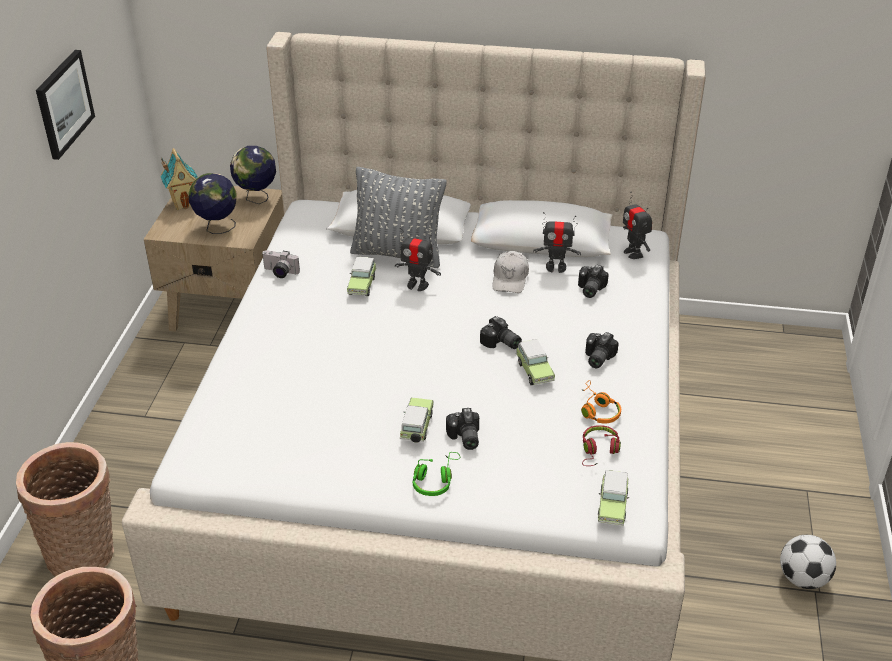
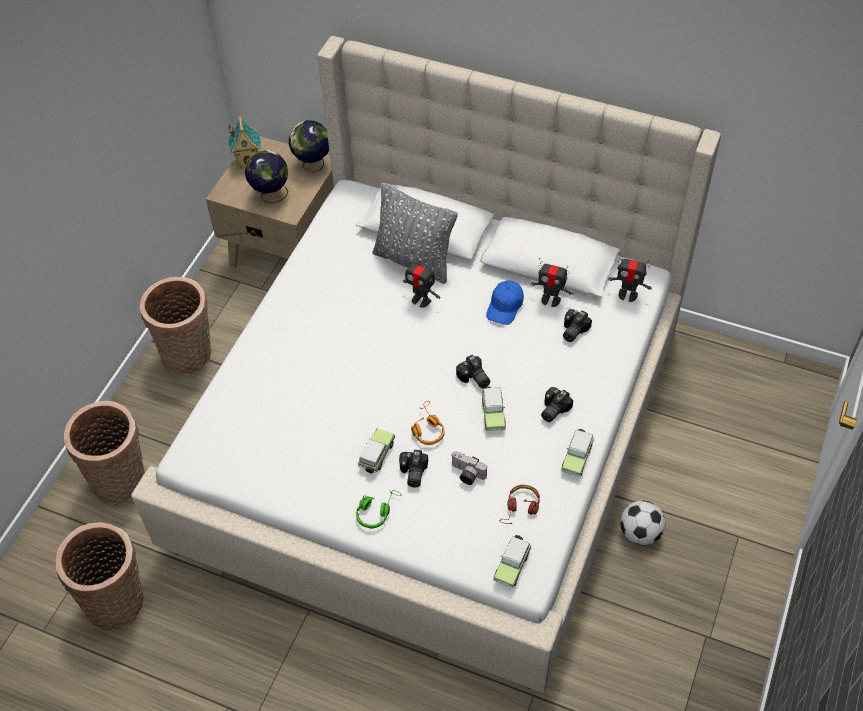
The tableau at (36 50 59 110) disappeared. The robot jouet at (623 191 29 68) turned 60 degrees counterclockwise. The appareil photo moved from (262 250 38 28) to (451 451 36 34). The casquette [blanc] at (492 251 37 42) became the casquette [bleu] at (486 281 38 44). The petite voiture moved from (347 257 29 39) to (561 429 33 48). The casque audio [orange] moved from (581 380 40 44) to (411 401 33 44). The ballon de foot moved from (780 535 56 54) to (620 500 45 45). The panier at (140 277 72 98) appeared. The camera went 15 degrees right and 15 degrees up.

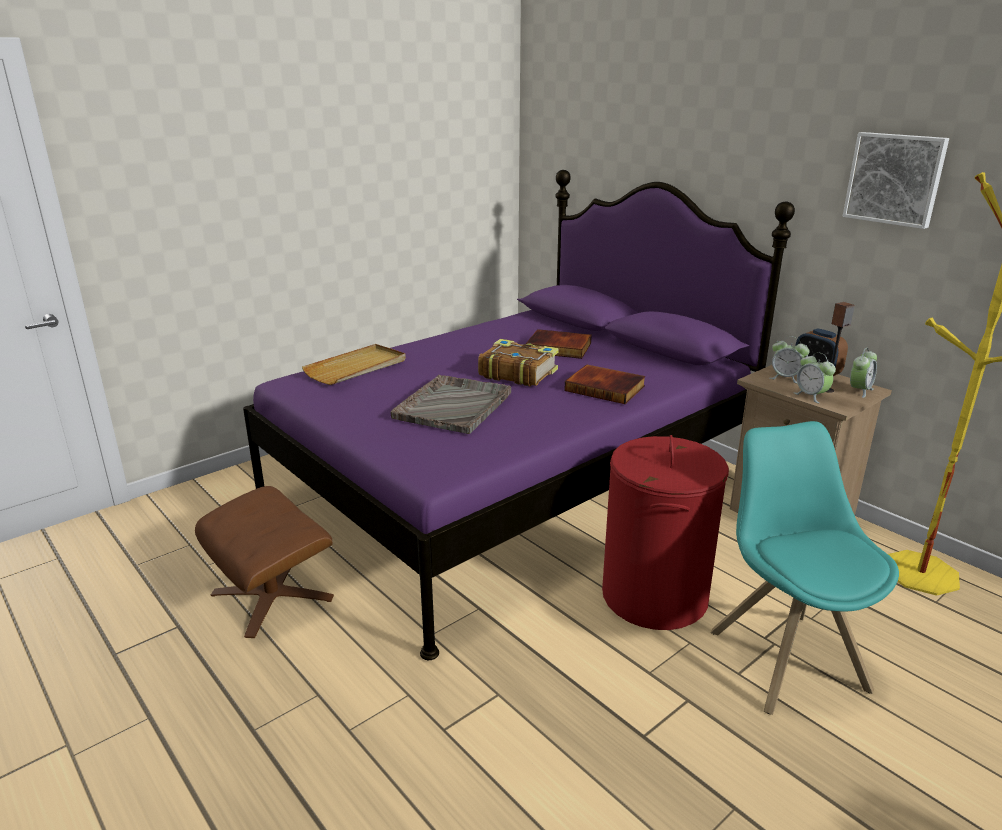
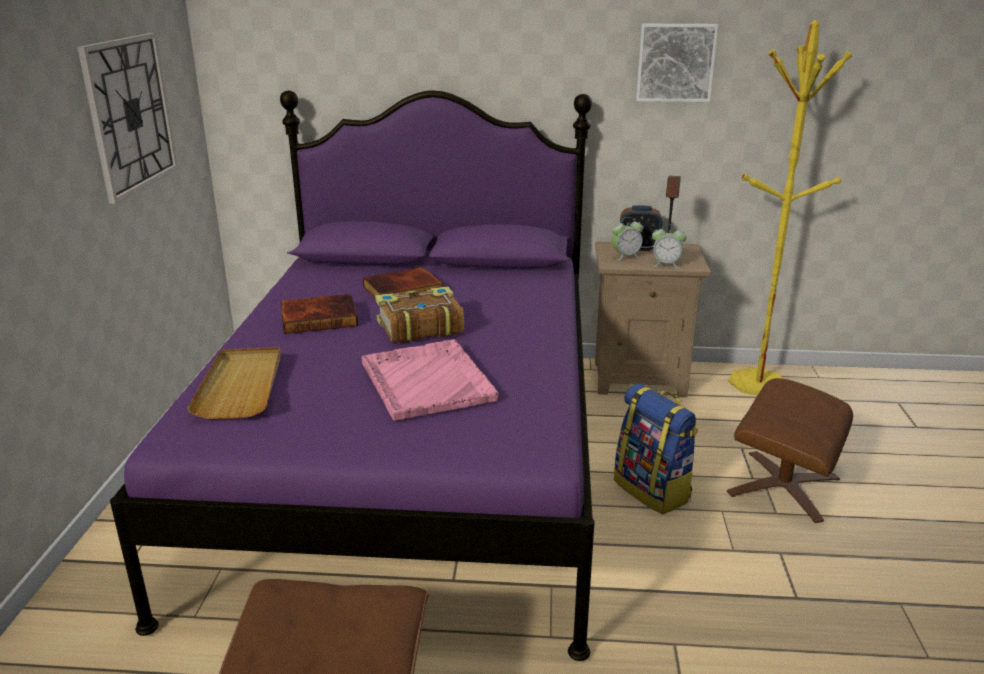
The réveil at (850 348 27 50) disappeared. The livre moved from (564 364 82 40) to (281 294 77 40). The plateau [gris] at (391 375 120 59) became the plateau [rose] at (361 339 138 82). The chaise [turquoise] at (710 421 189 294) was replaced by the pouf [marron] at (727 378 126 145). The panier à linge [rouge] at (602 435 127 195) was replaced by the sac à dos at (614 384 84 131). The horloge murale at (77 33 101 171) appeared. The camera went 45 degrees left and 0 degrees up.

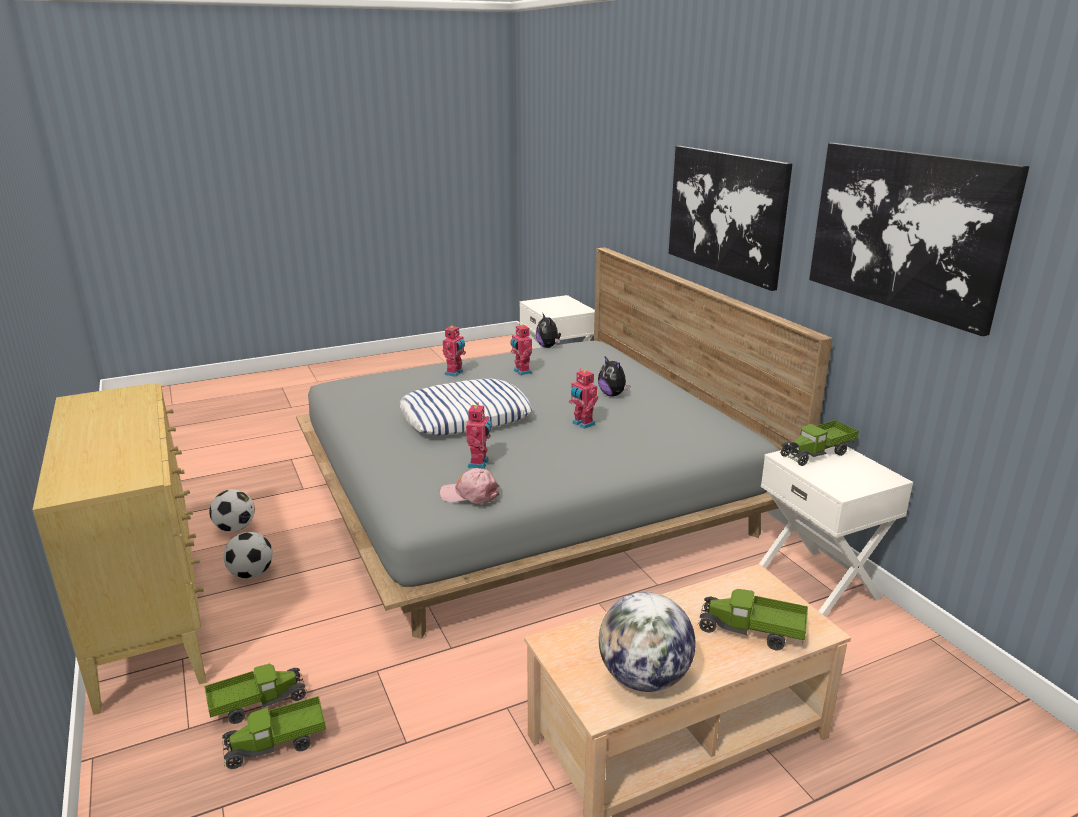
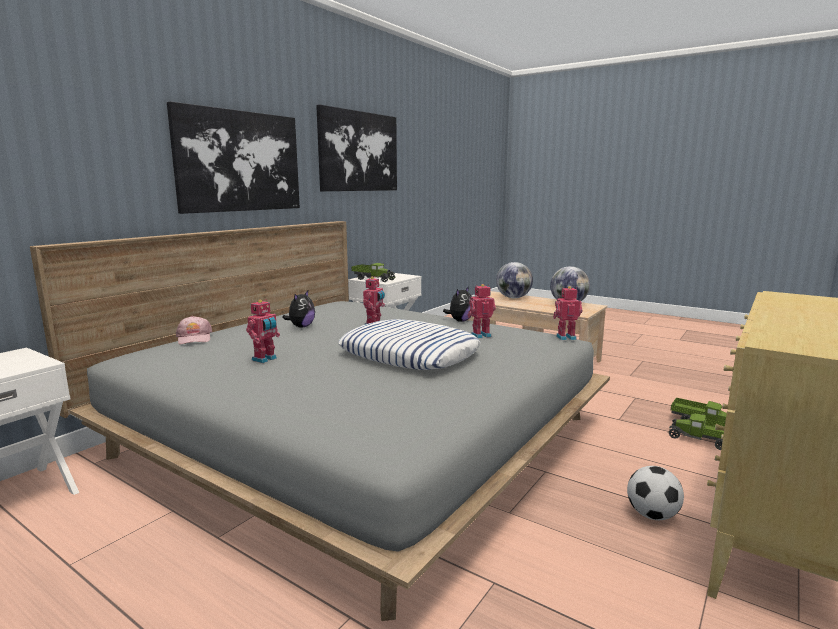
The peluche moved from (536 314 25 34) to (443 286 29 36). The robot jouet moved from (443 326 23 51) to (553 286 30 54). The casquette [rose] moved from (440 468 60 36) to (176 316 36 28). The ballon de foot at (209 490 46 42) disappeared. The camion jouet at (698 589 110 61) was replaced by the globe at (496 262 37 36). The camera went 120 degrees left and 10 degrees down.

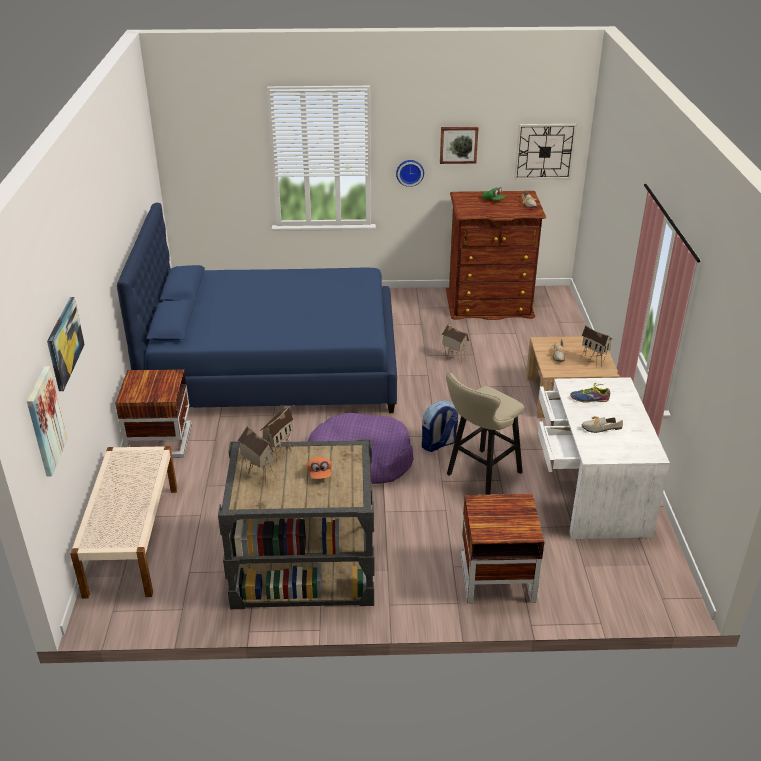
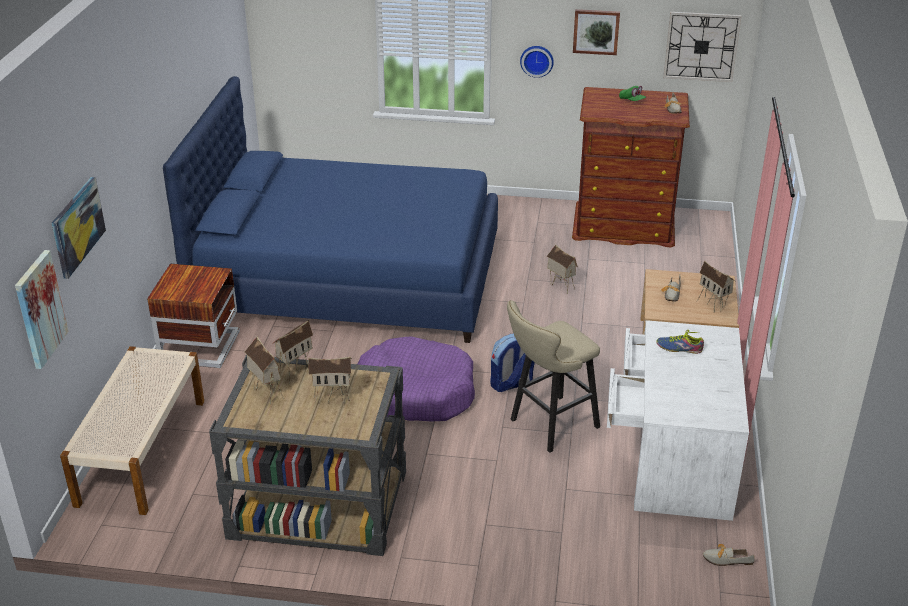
The chaussure moved from (581 416 42 17) to (703 544 52 22). The casquette [orange] at (306 457 26 22) was replaced by the maison miniature at (308 357 44 50). The table de chevet at (460 494 84 110) disappeared. The camera went 10 degrees right and 0 degrees up.

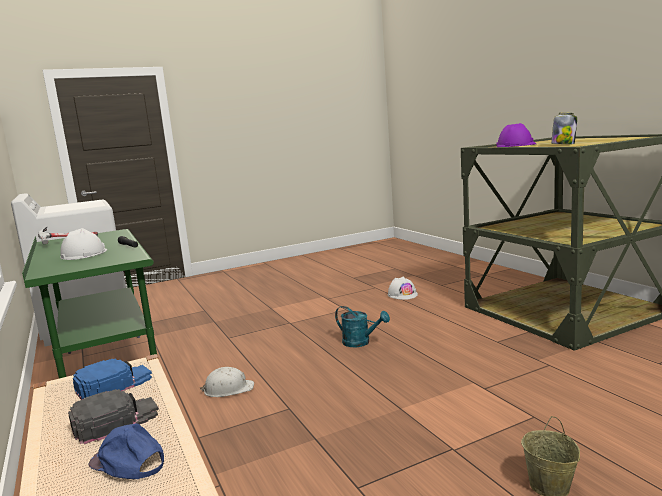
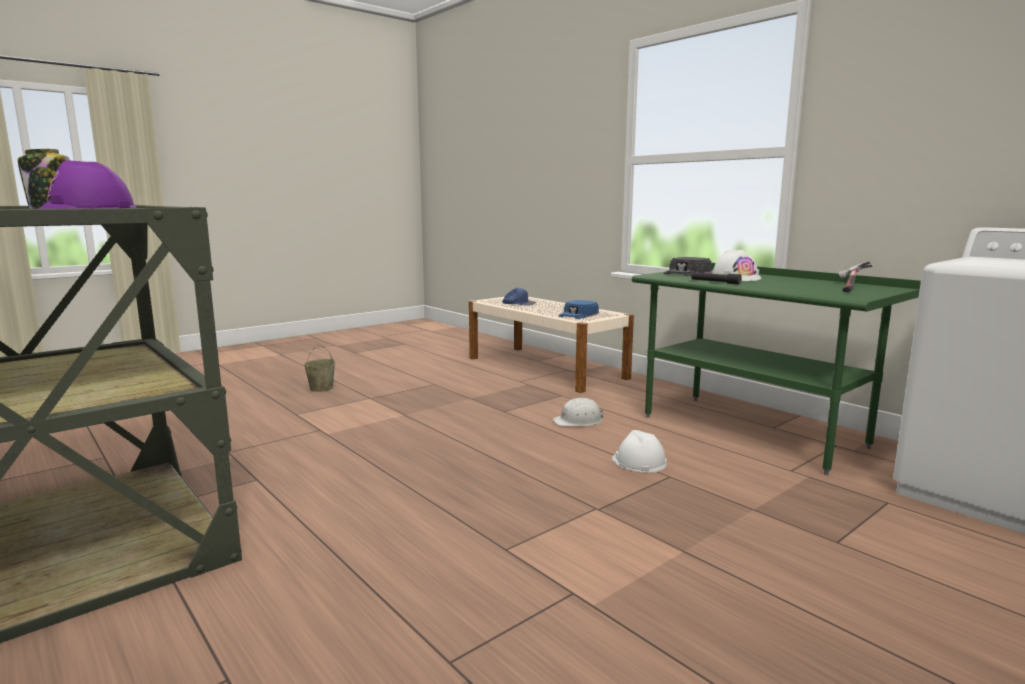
The casque de chantier [blanc] moved from (388 276 30 24) to (612 430 55 43). The arrosoir [turquoise] at (335 306 55 41) disappeared. The casquette [noir] moved from (68 389 91 55) to (664 257 48 19). The camera went 165 degrees right and 0 degrees up.

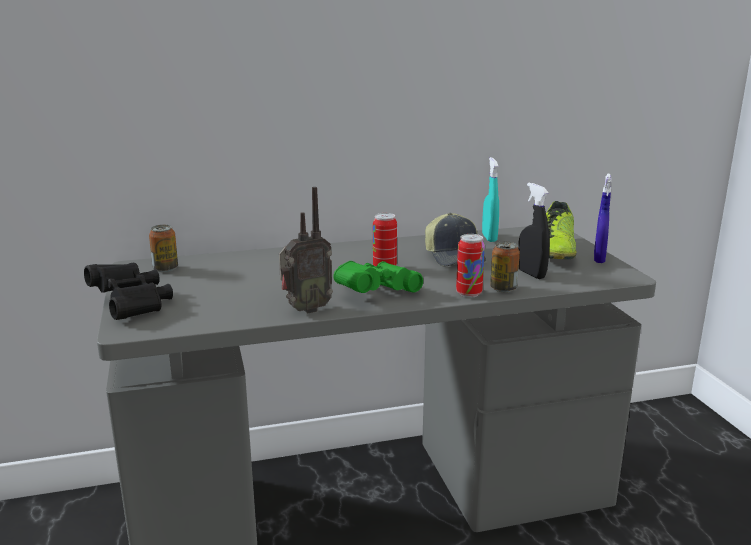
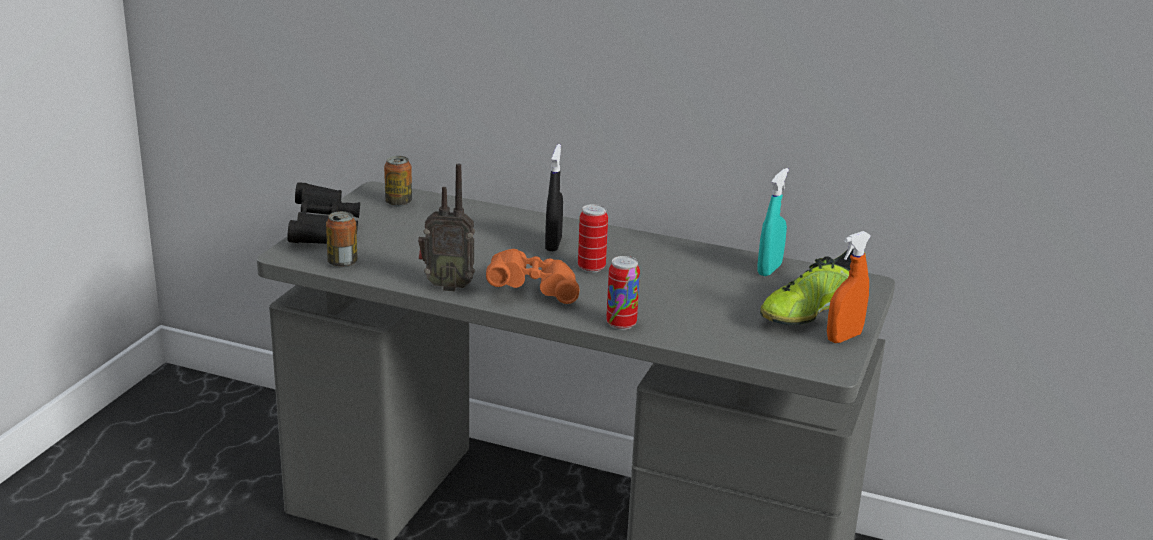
The vaporisateur [bleu] at (594 174 18 89) became the vaporisateur [orange] at (827 231 44 112). The vaporisateur [noir] moved from (518 183 32 96) to (545 144 18 108). The casquette at (425 213 61 53) disappeared. The boîte métallique moved from (490 241 30 51) to (326 211 31 57). The jumelles [vert] at (333 261 90 32) became the jumelles [orange] at (486 249 93 55). The camera went 35 degrees right and 5 degrees up.

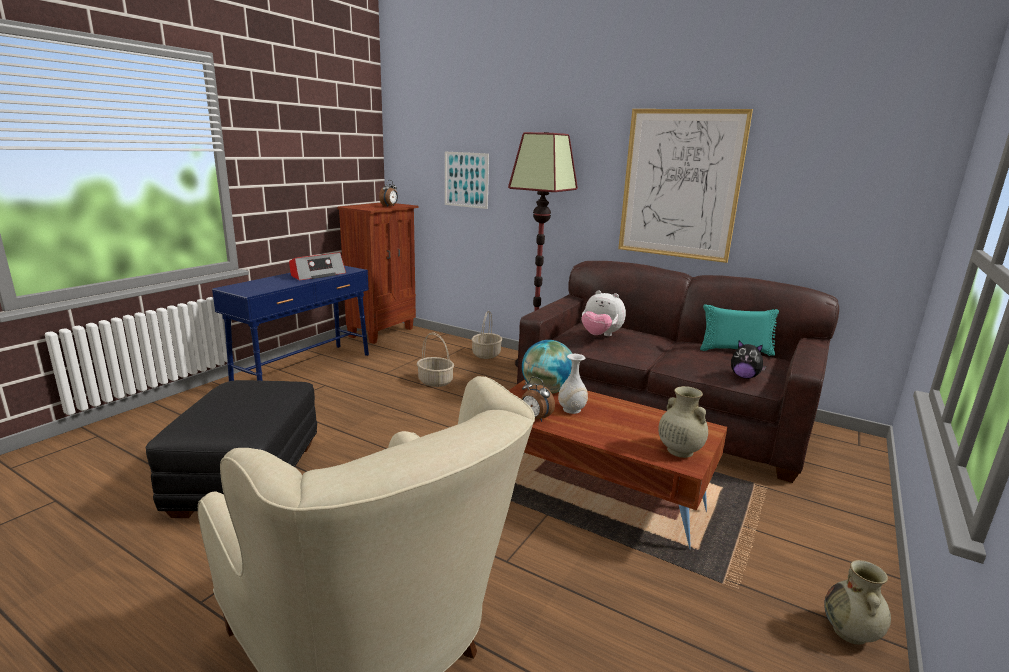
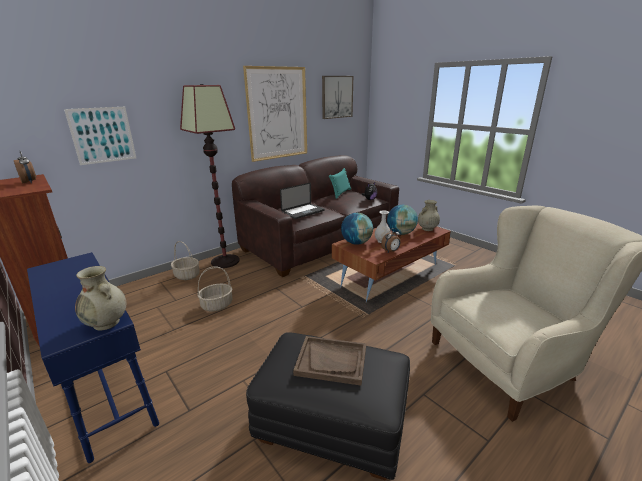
The radio at (289 252 57 28) disappeared. The peluche at (582 290 44 46) was replaced by the ordinateur portable at (280 183 45 36). The vase [beige] moved from (824 560 67 85) to (75 266 51 65). The tableau at (322 76 31 43) appeared. The globe at (387 205 31 30) appeared. The plateau [marron] at (293 336 73 50) appeared. The camera went 70 degrees left and 5 degrees up.

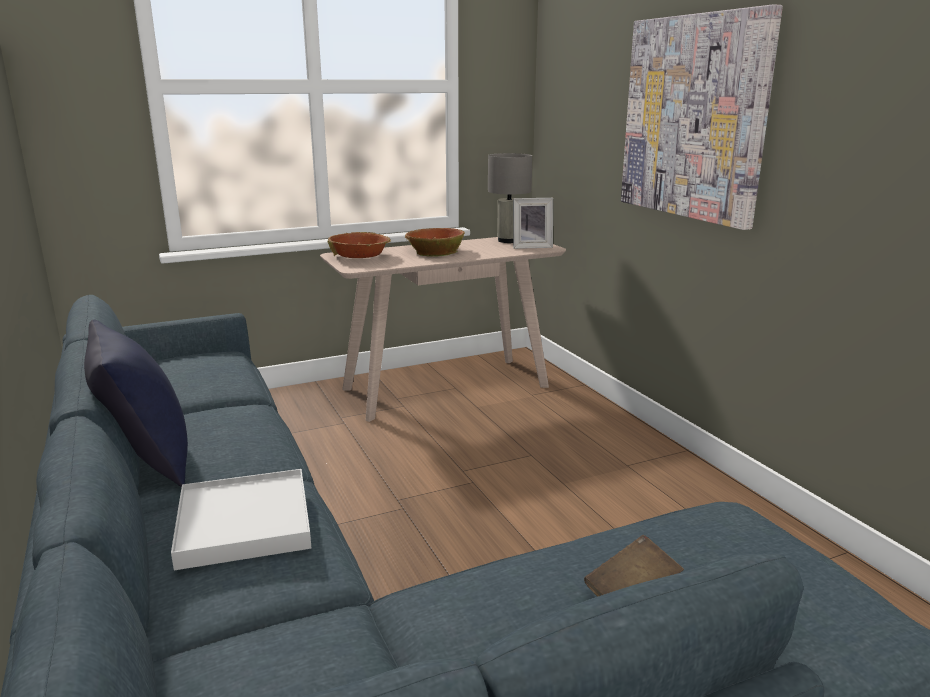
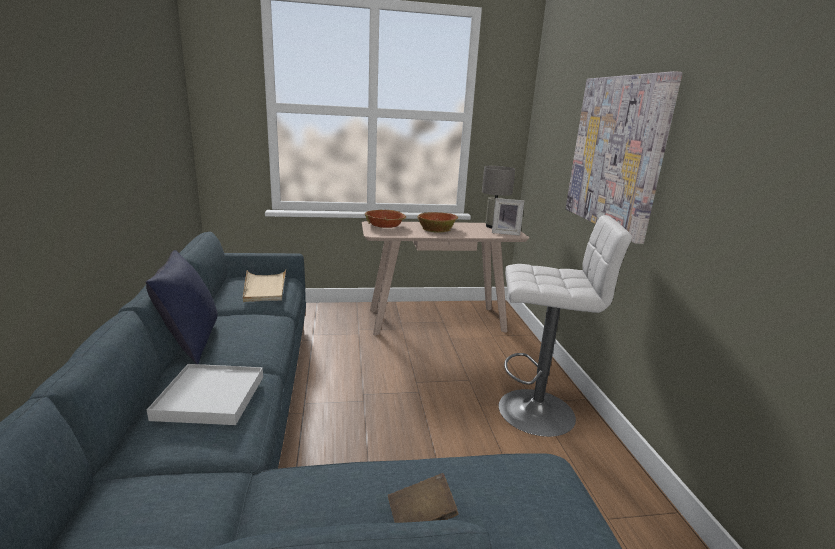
The tabouret [blanc] at (499 215 133 222) appeared. The plateau [beige] at (243 270 43 32) appeared. The camera went 15 degrees right and 0 degrees up.

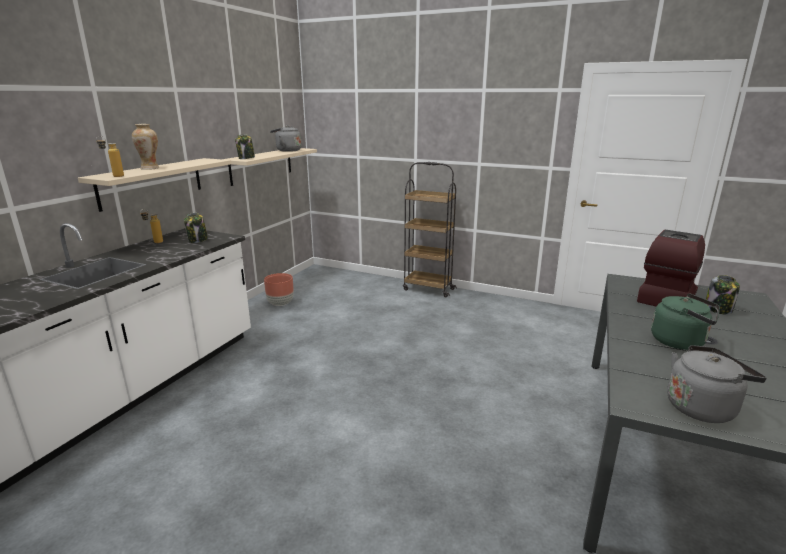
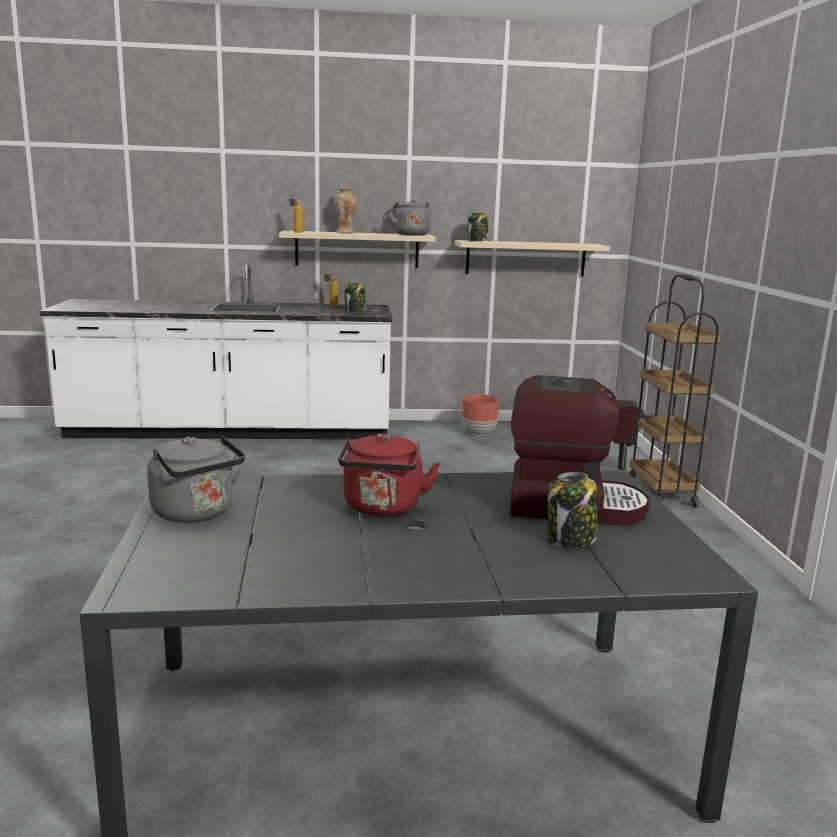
The bouilloire [gris] moved from (270 125 32 27) to (389 199 42 36). The bouilloire [vert] at (651 293 69 57) became the bouilloire [rouge] at (338 433 102 83). The camera went 60 degrees right and 5 degrees down.

